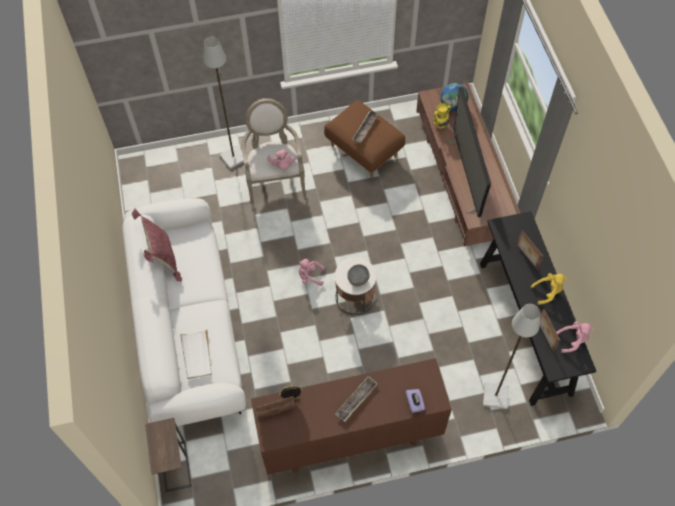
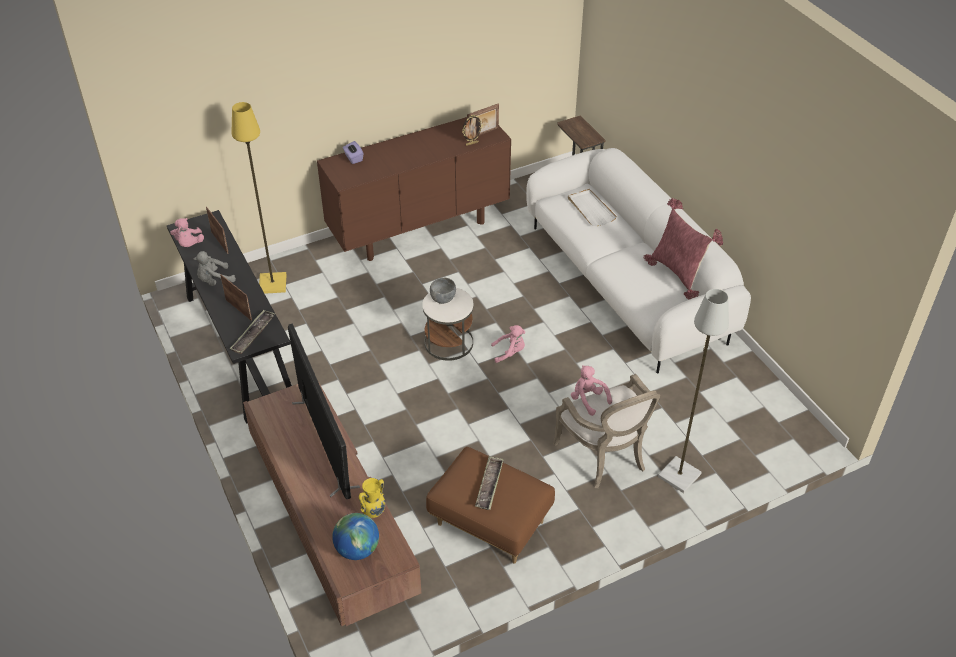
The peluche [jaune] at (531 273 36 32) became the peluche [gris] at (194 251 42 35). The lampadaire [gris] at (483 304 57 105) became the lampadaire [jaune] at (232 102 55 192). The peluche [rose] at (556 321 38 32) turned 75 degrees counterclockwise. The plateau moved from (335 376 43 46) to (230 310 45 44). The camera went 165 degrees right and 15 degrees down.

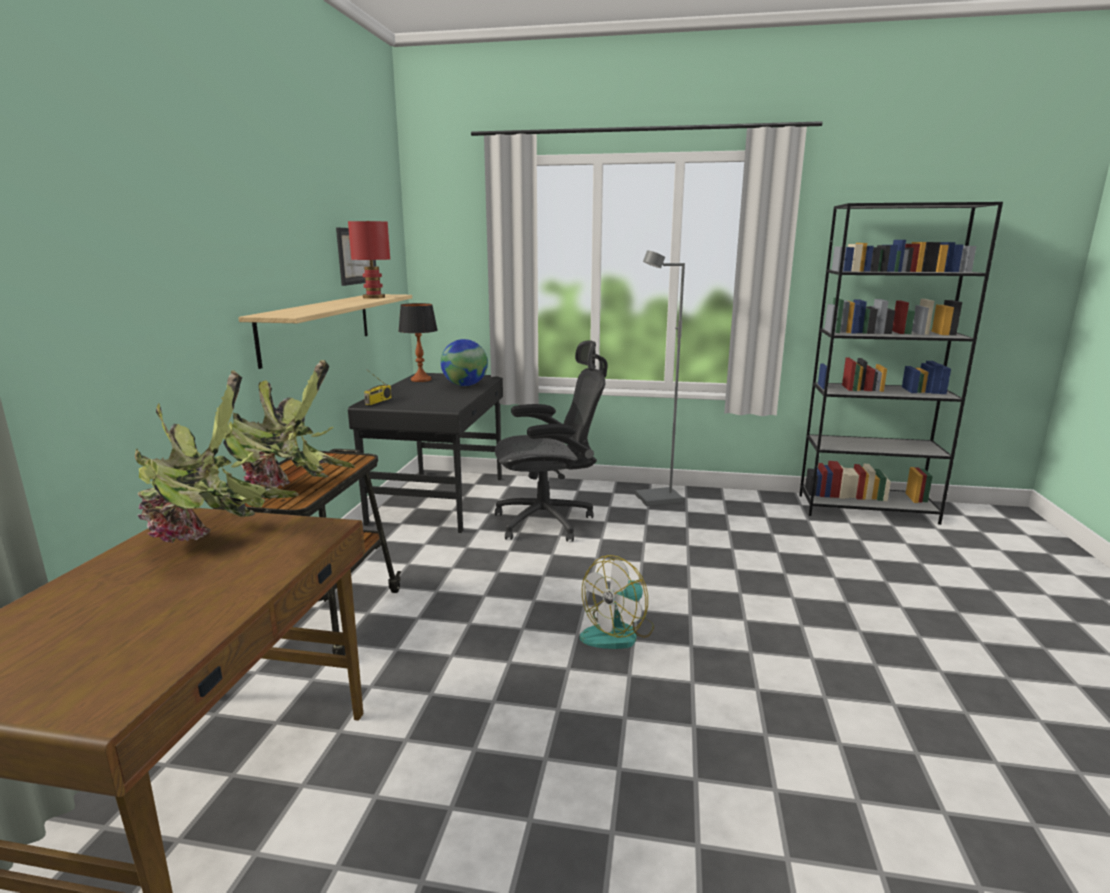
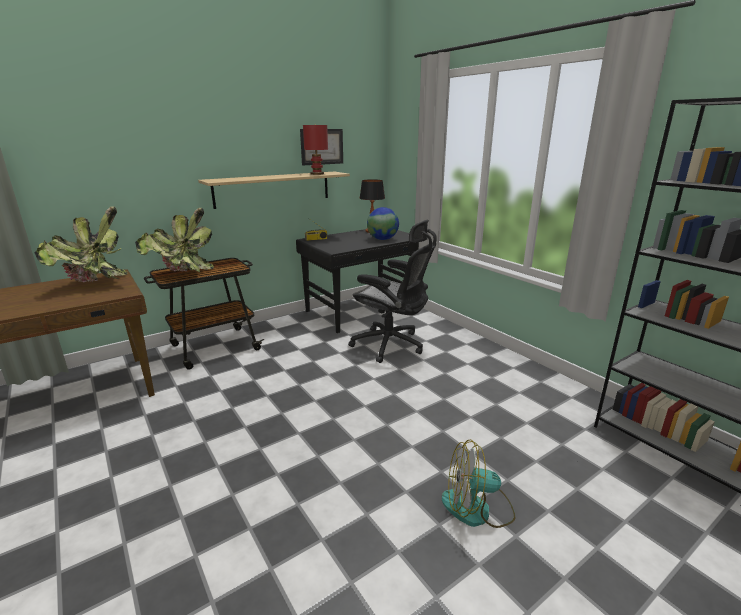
The lampadaire [gris] at (635 250 50 256) disappeared. The ventilateur moved from (580 555 74 94) to (442 439 73 89). The camera went 45 degrees right and 5 degrees up.

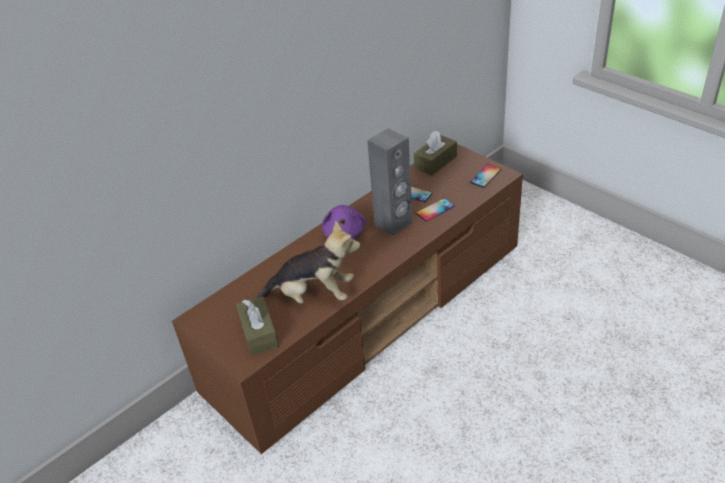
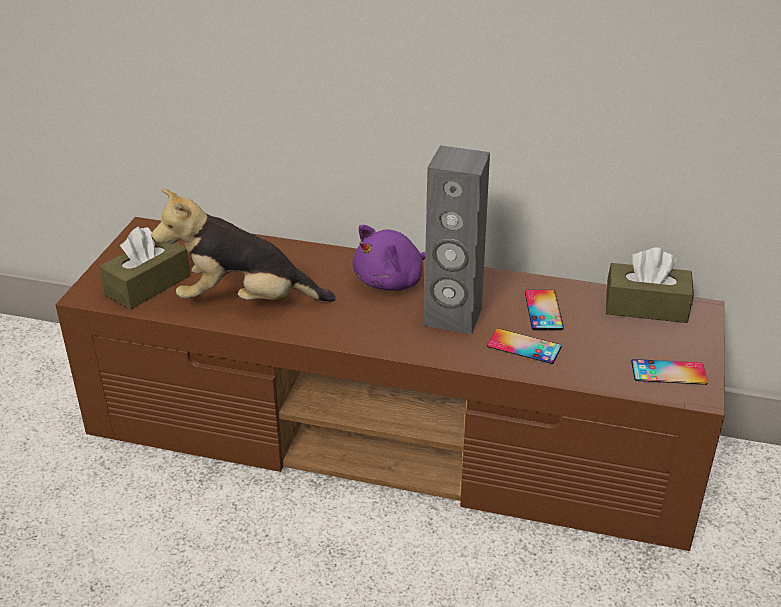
The peluche at (257 220 104 84) turned 120 degrees clockwise. The camera went 55 degrees right and 5 degrees down.

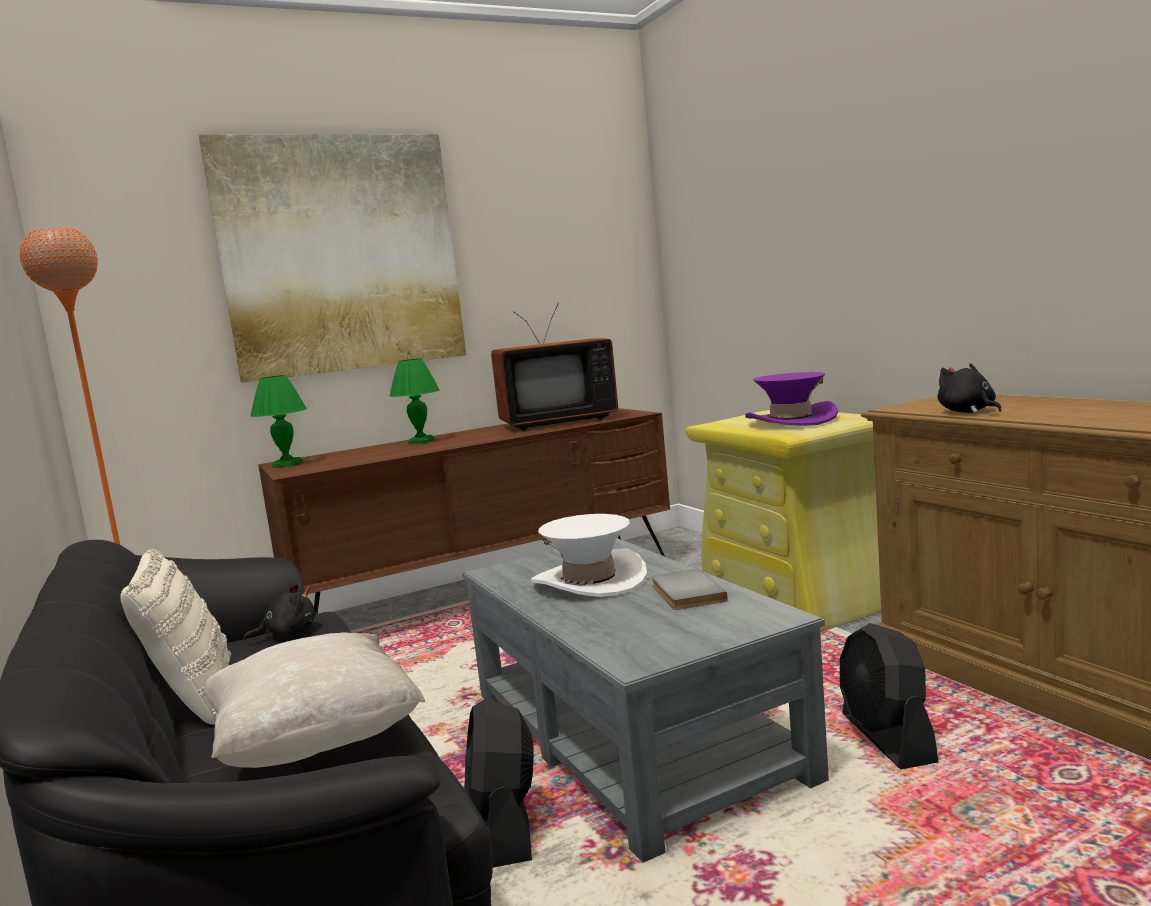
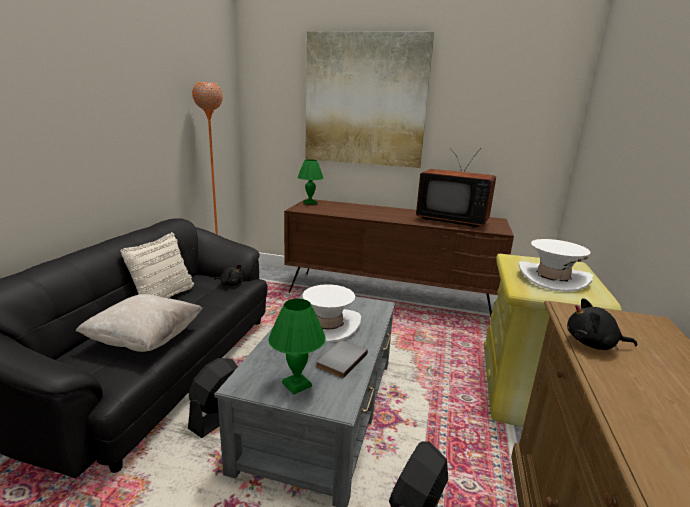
The lampe de table [vert] moved from (389 358 51 86) to (269 299 57 96). The peluche [noir] at (937 363 65 50) turned 105 degrees counterclockwise. The chapeau [violet] at (745 372 93 54) became the chapeau [blanc] at (519 239 74 53). The camera went 40 degrees right and 10 degrees up.

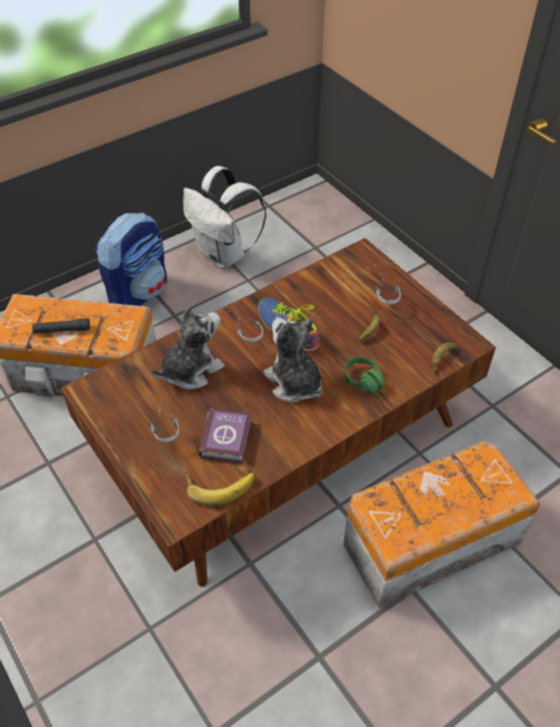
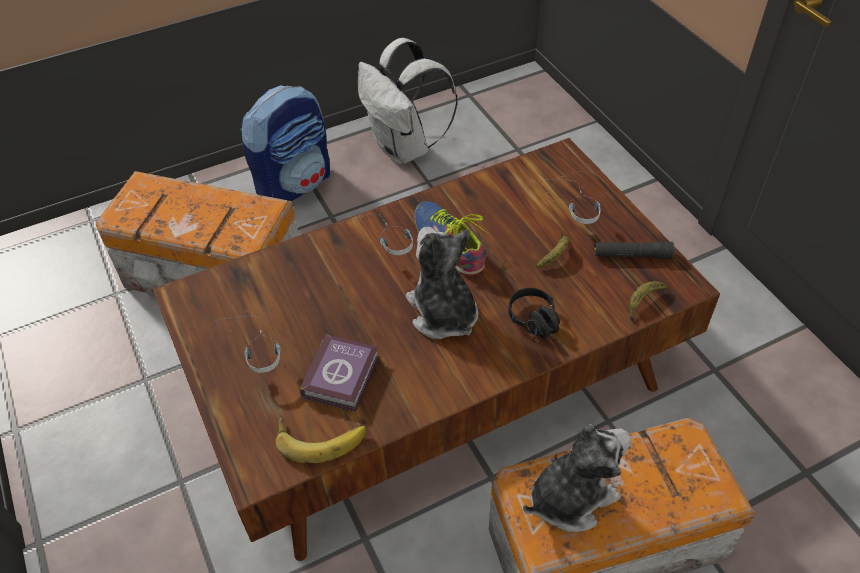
The peluche moved from (152 306 73 84) to (523 424 109 109). The lampe de poche [noir] moved from (32 318 58 15) to (594 242 80 17). The casque audio [vert] at (344 357 40 42) became the casque audio [noir] at (508 288 52 59). The camera went 10 degrees right and 0 degrees up.

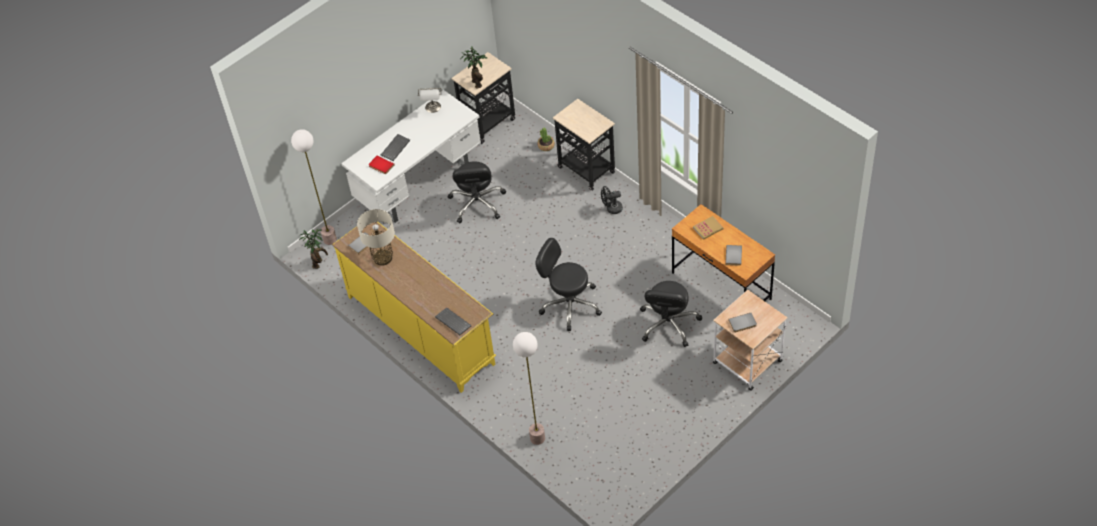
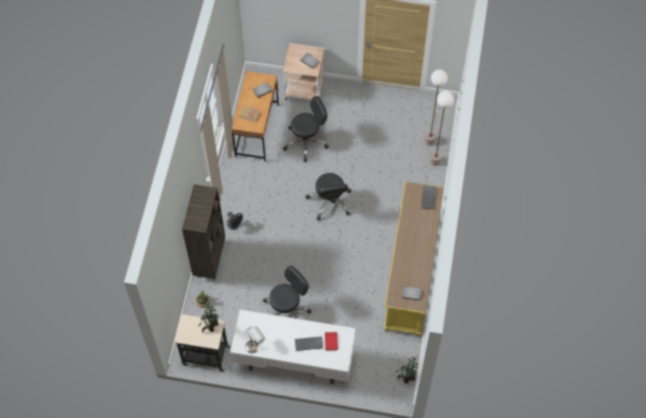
The chariot at (553 99 62 92) was replaced by the bibliothèque [marron] at (182 184 43 96). The lampadaire moved from (291 129 46 116) to (425 69 23 77). The lampe de table at (357 209 38 57) disappeared. The camera went 130 degrees left and 10 degrees up.

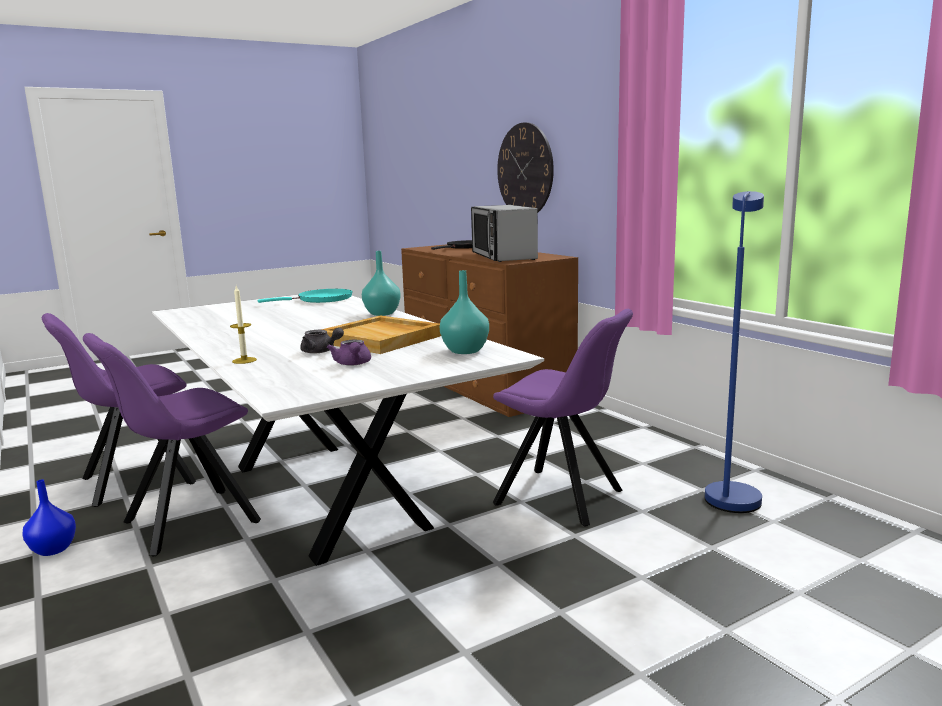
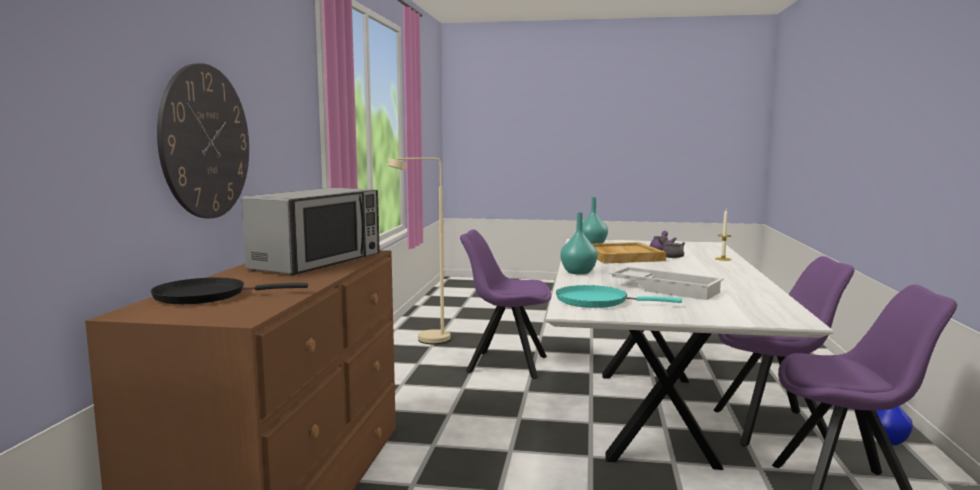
The lampadaire [bleu] at (705 191 59 322) became the lampadaire [beige] at (387 158 64 186). The chaise [violet] at (493 309 140 217) turned 60 degrees counterclockwise. The plateau [blanc] at (609 267 115 33) appeared. The camera went 140 degrees left and 5 degrees down.

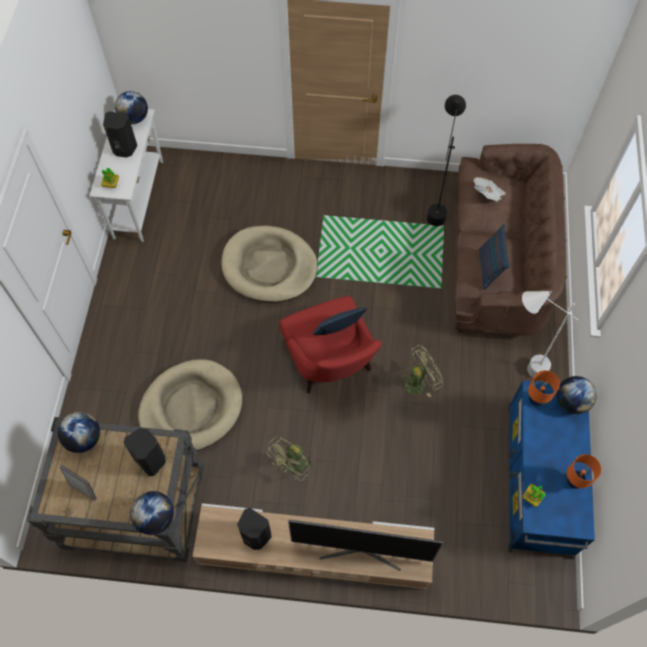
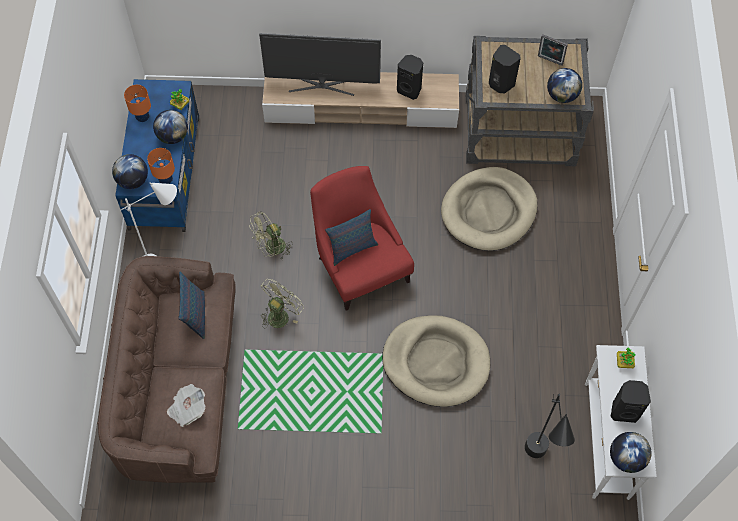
The lampadaire [noir] moved from (427 95 39 131) to (525 394 50 64). The ventilateur [vert] moved from (267 437 47 44) to (261 279 43 49). The globe moved from (130 491 44 44) to (153 110 35 34). The camera went 175 degrees right and 0 degrees up.

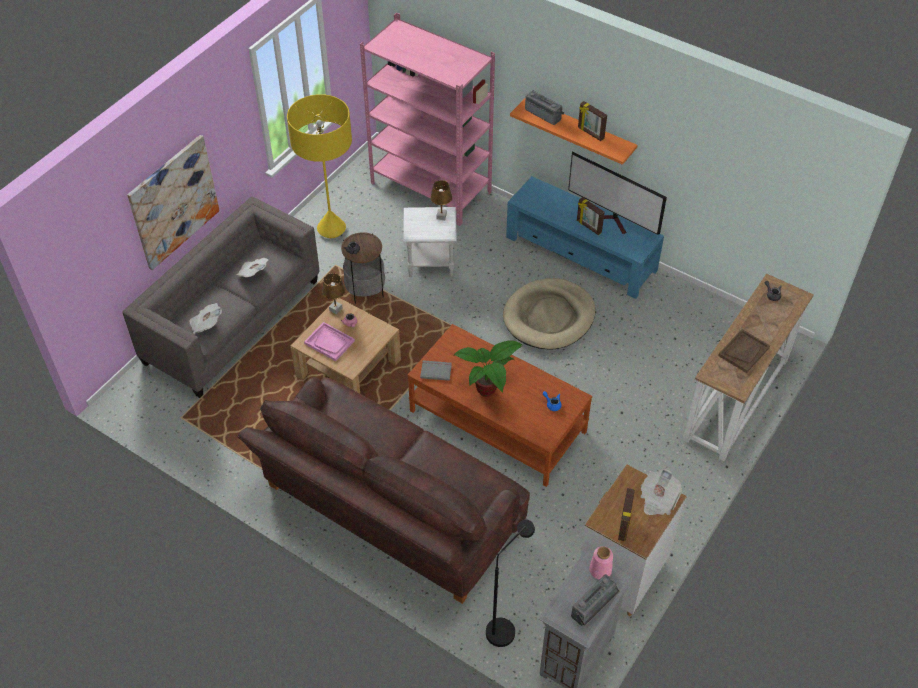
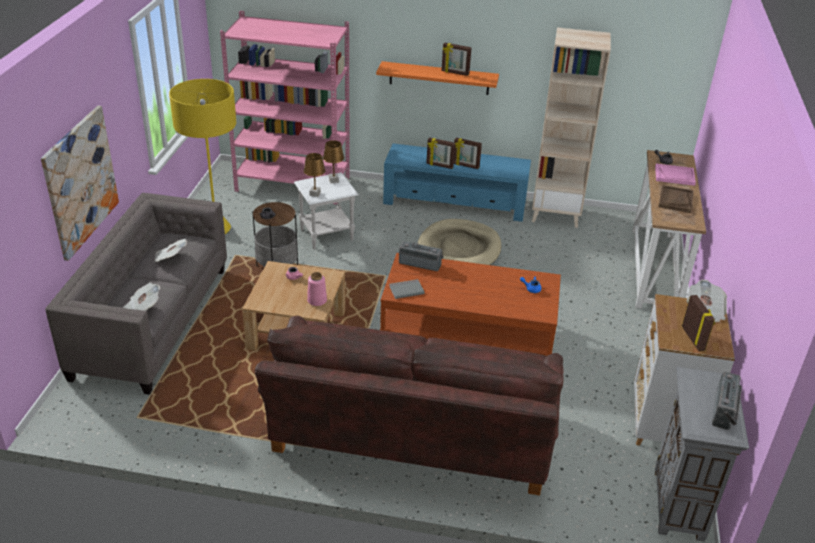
The radio moved from (525 90 40 35) to (399 241 44 30). The téléviseur at (568 152 99 83) disappeared. The lampe de table [marron] moved from (322 273 23 41) to (303 153 22 44). The plateau [rose] moved from (304 322 51 39) to (655 164 41 22). The plante en pot at (454 340 68 57) disappeared. The lampadaire [noir] at (486 519 49 128) disappeared. The vase [rose] moved from (589 546 24 34) to (307 272 20 34). The bibliothèque [beige] at (532 27 79 201) appeared. The cadre photo at (426 137 29 32) appeared. The camera went 25 degrees left and 15 degrees down.

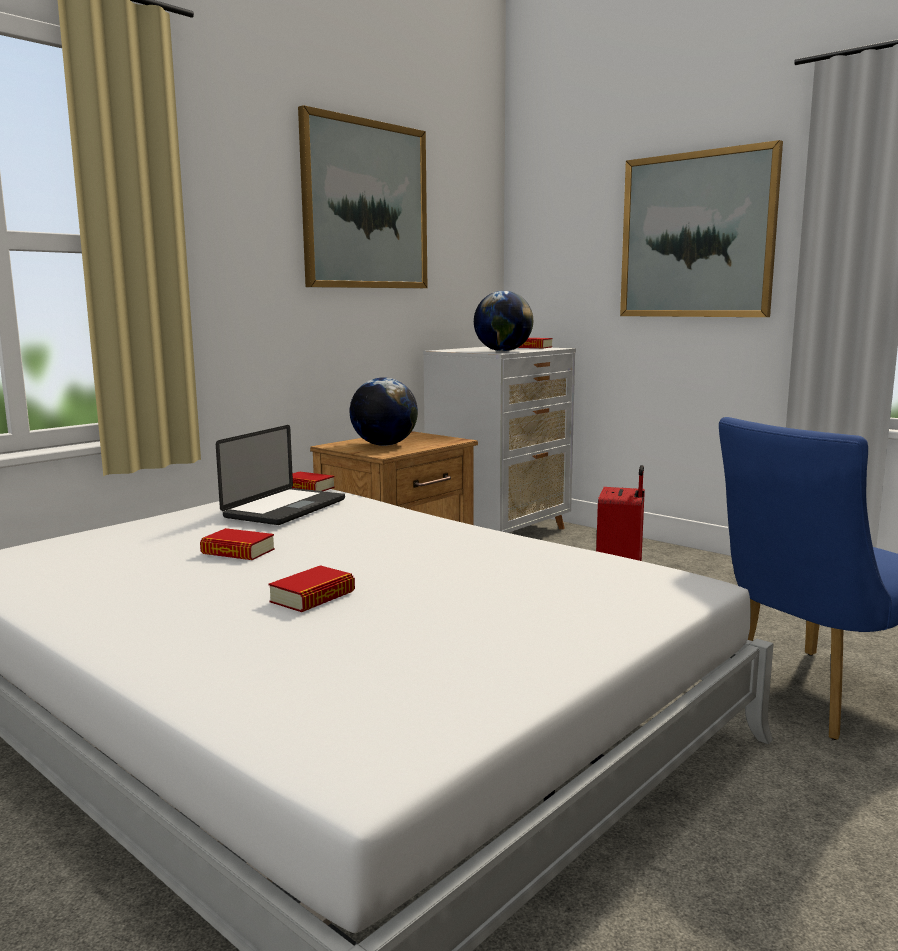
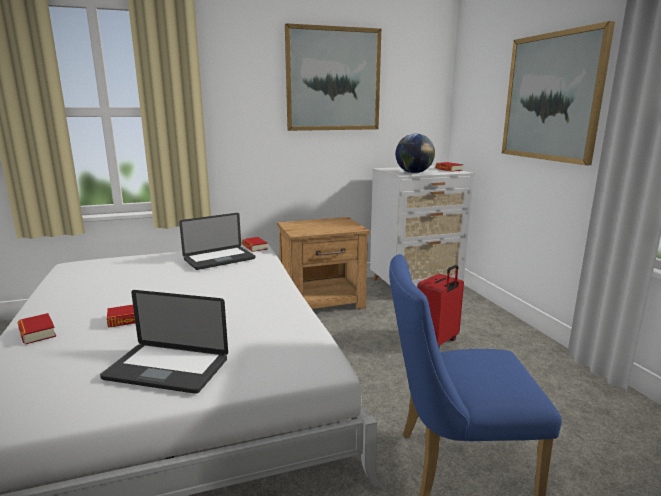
The globe at (350 377 68 69) disappeared. The livre moved from (200 528 75 32) to (17 313 39 31). The ordinateur portable at (100 290 128 104) appeared. The camera went 30 degrees right and 5 degrees up.

